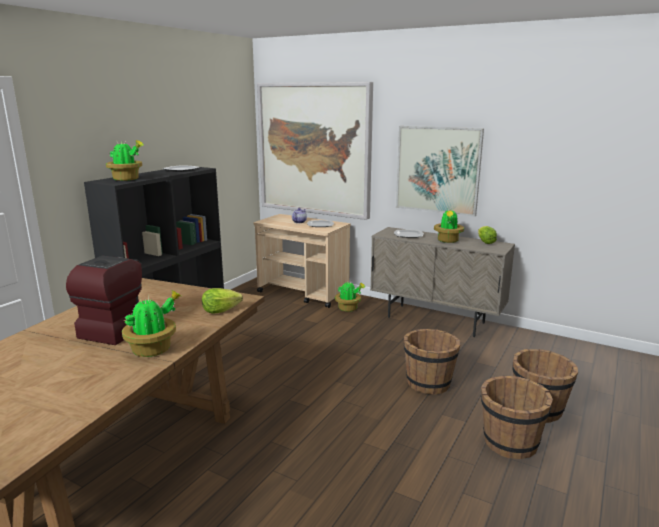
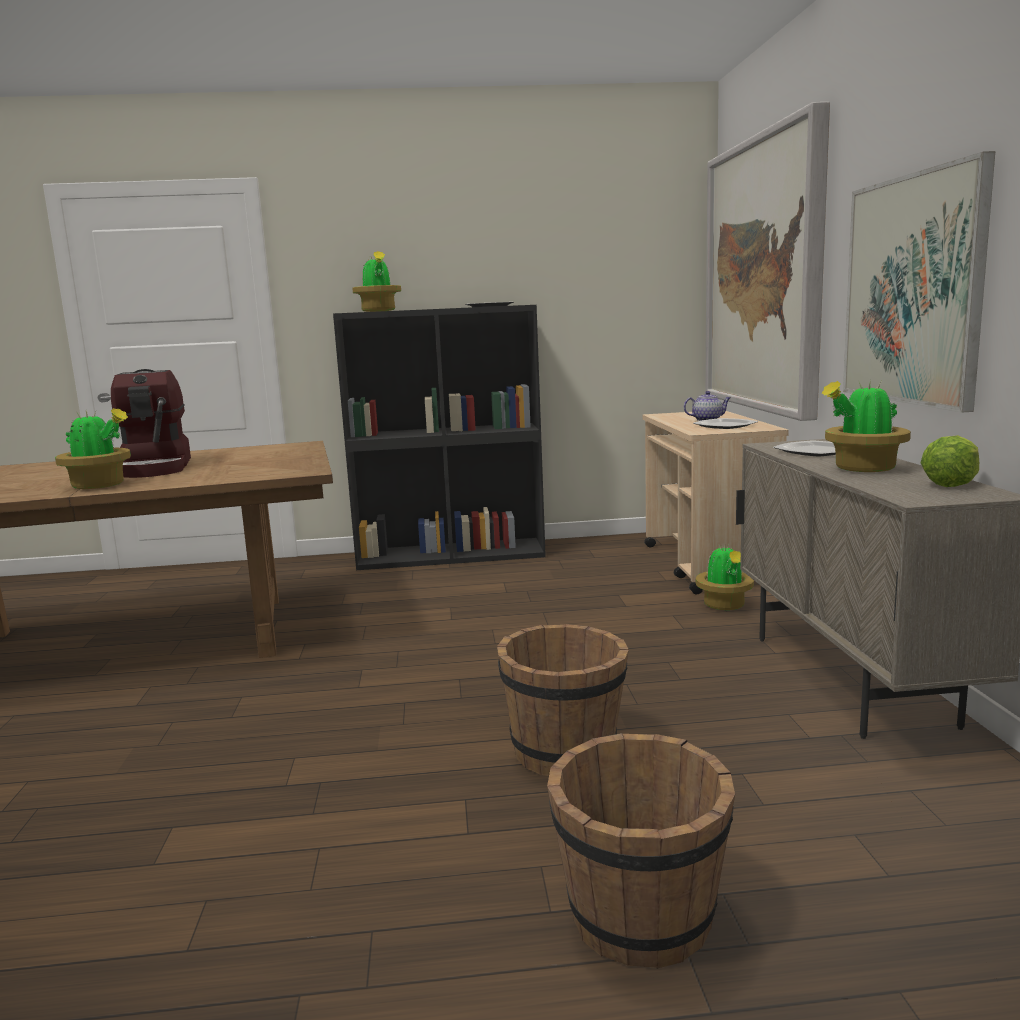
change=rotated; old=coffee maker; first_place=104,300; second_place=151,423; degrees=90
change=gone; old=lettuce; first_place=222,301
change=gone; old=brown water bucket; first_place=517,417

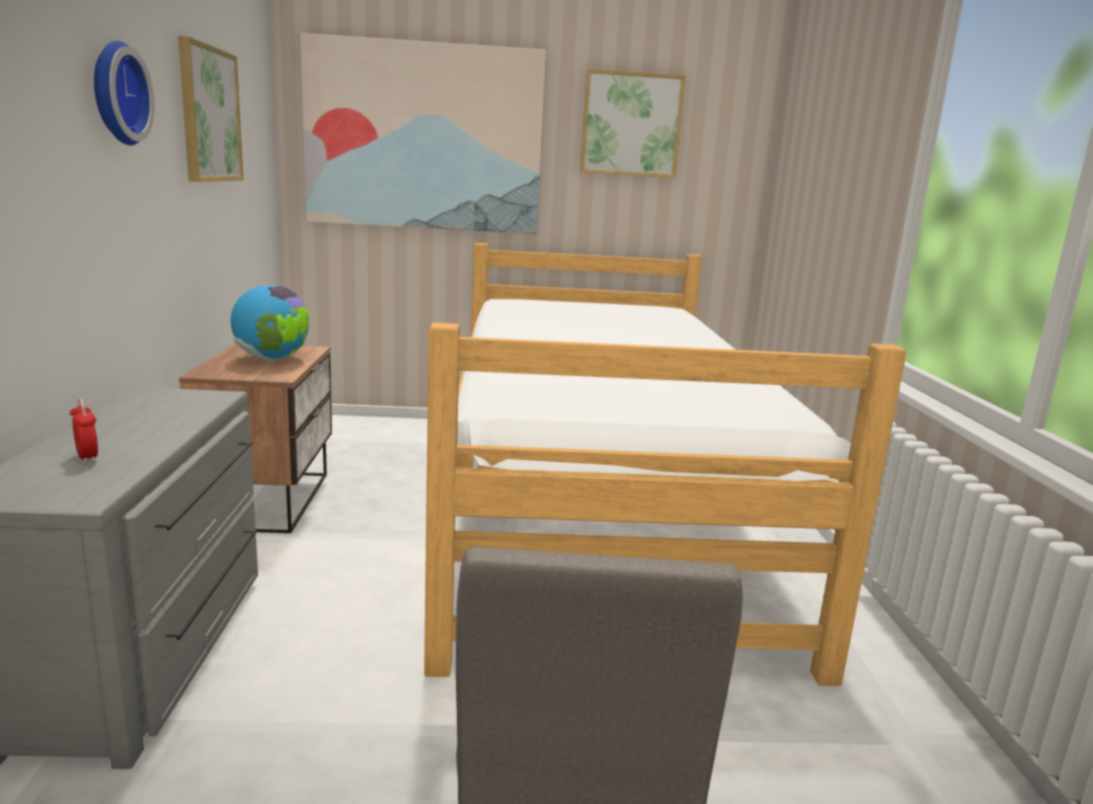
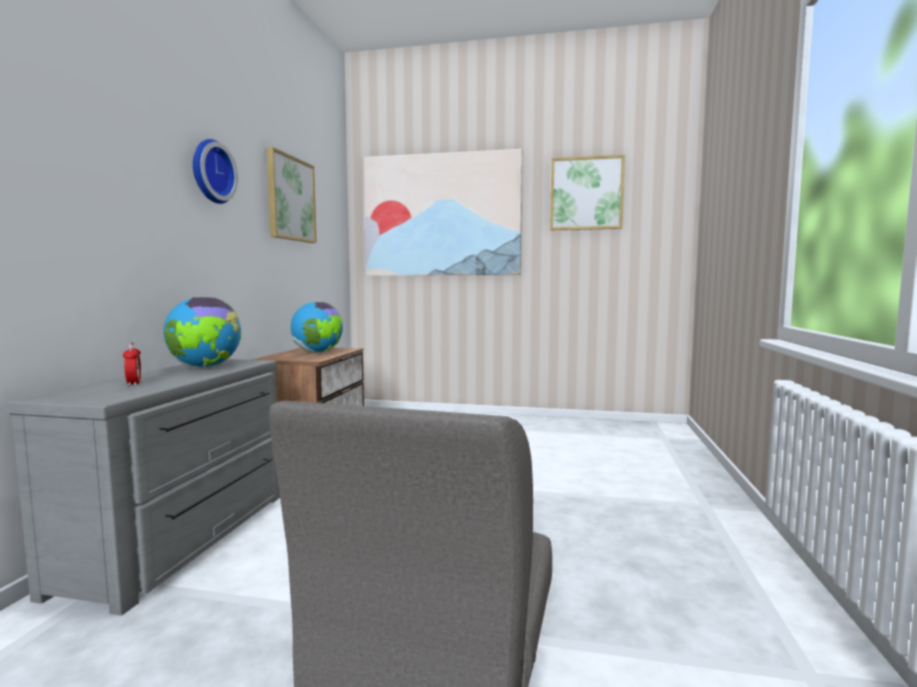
change=gone; old=bed; first_place=665,464
change=new; new=globe; second_place=202,332

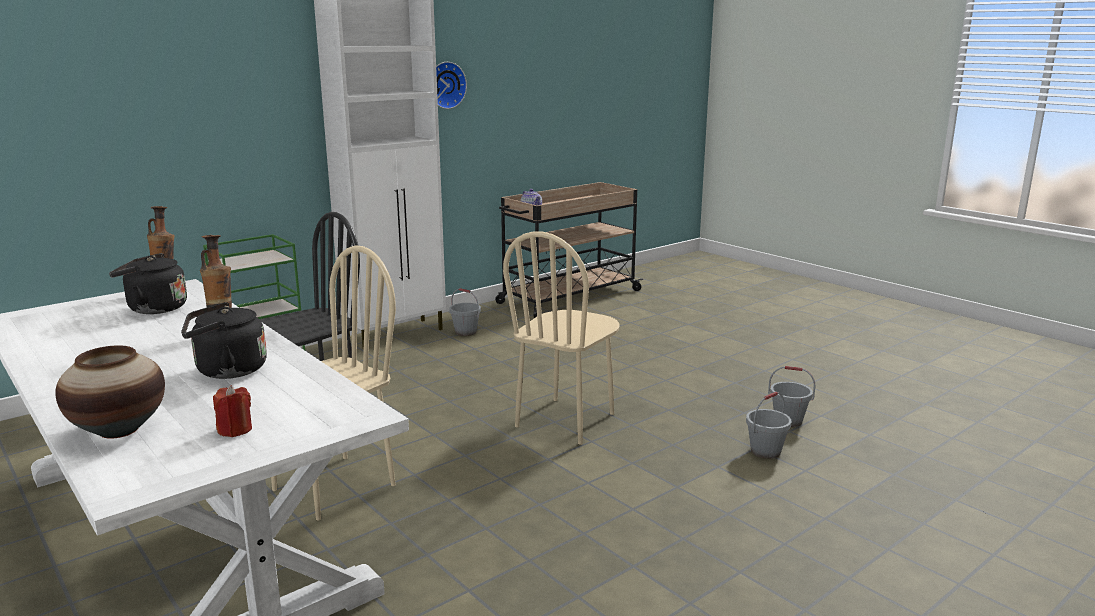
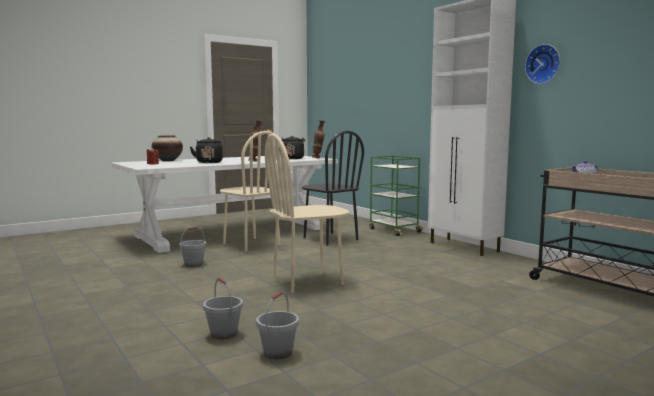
change=shifted; old=grey water bucket; first_place=465,312; second_place=192,247
change=rotated; old=beige upright chair; first_place=561,338; second_place=307,213; degrees=-60

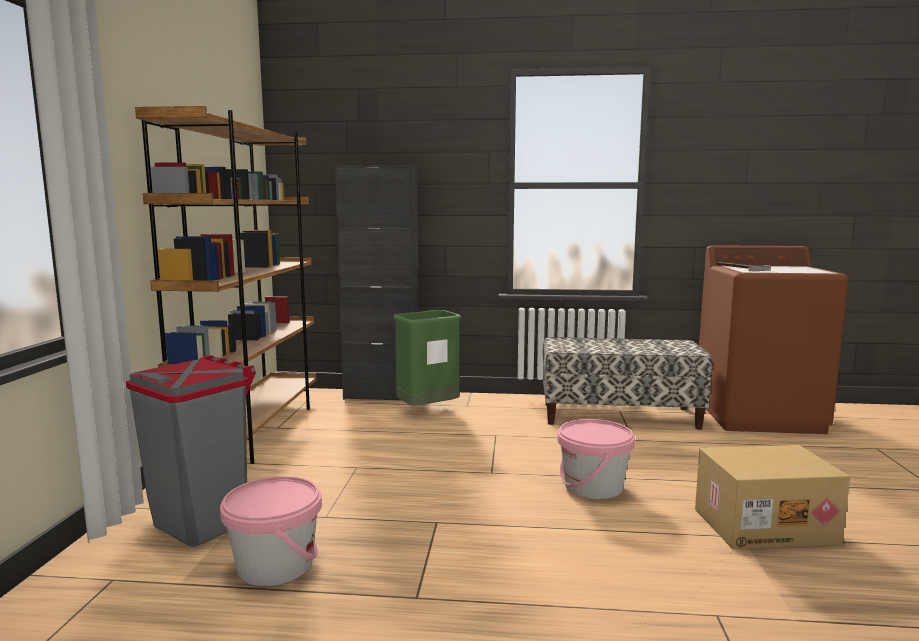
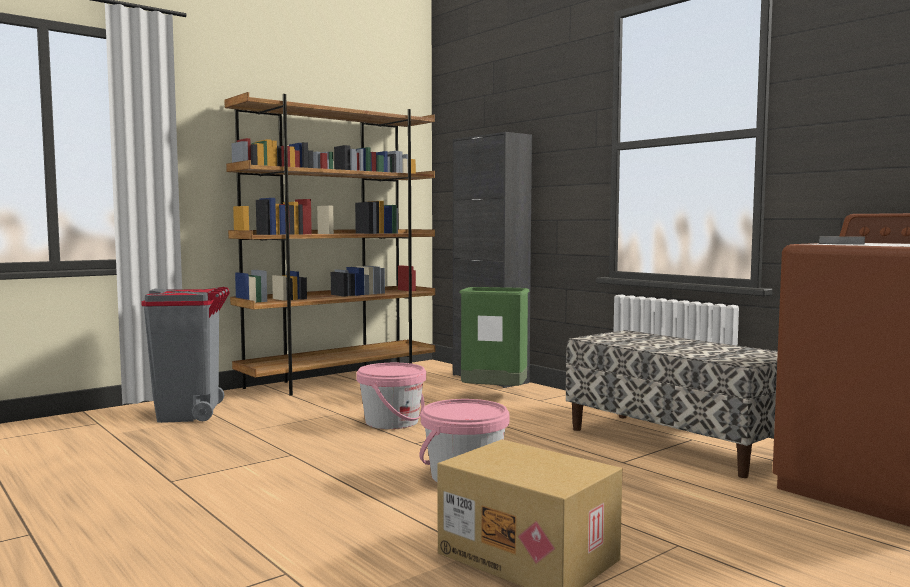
change=shifted; old=pink-coloured water bucket; first_place=271,531; second_place=391,396

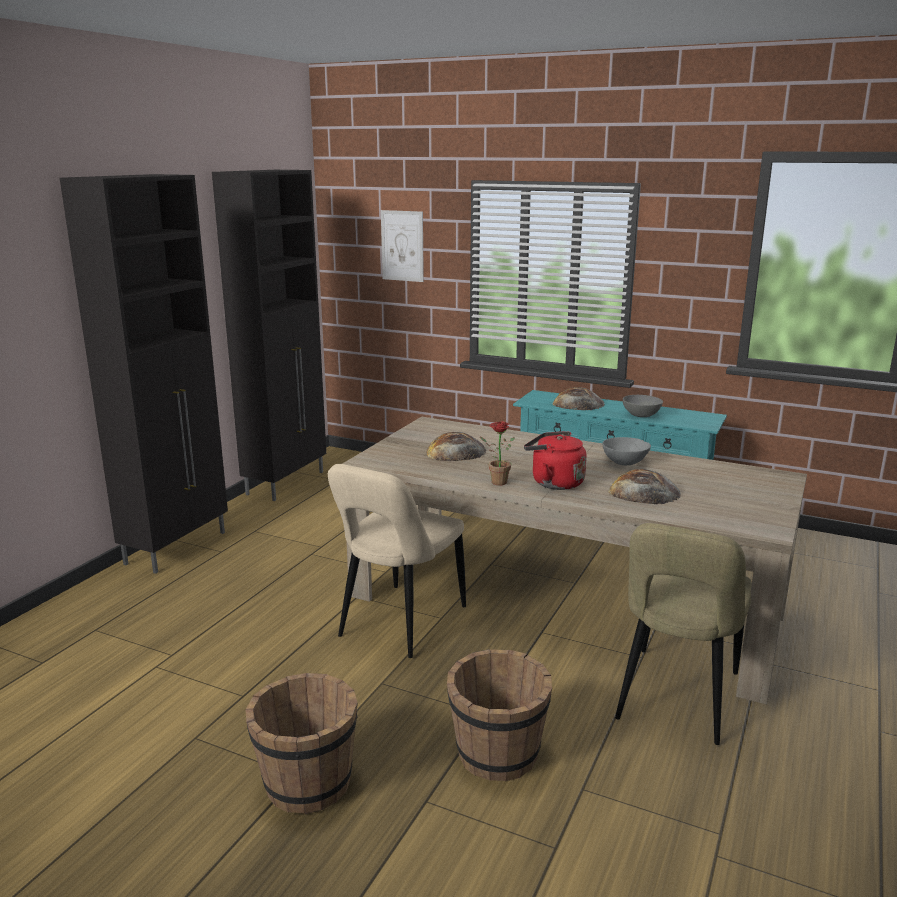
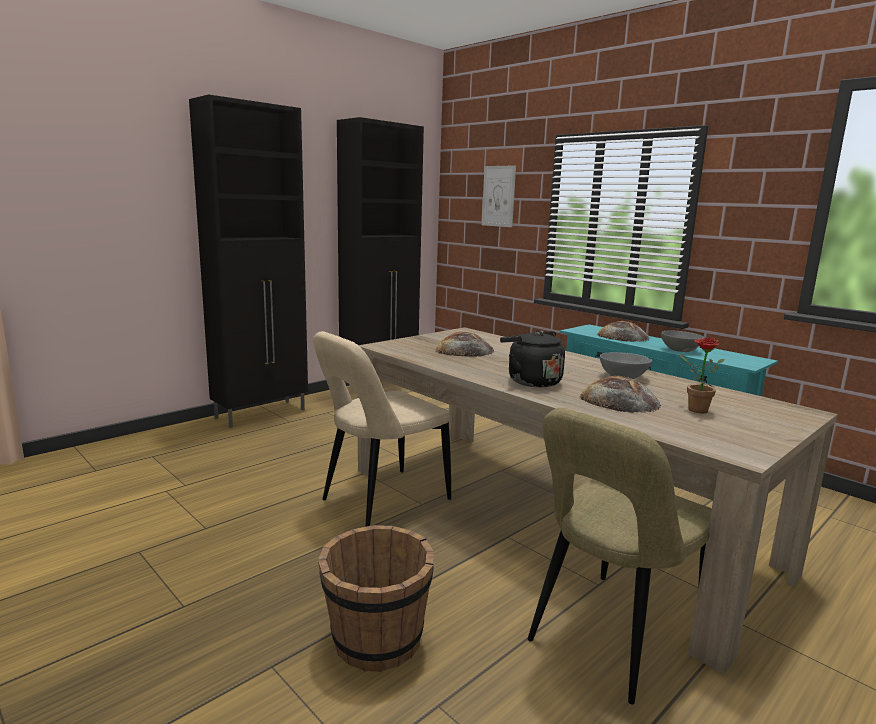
change=gone; old=brown water bucket; first_place=302,743
change=shifted; old=potted plant; first_place=497,453; second_place=702,375
change=repainted; old=red kettle; new=black-coloured kettle; first_place=555,460; second_place=532,358

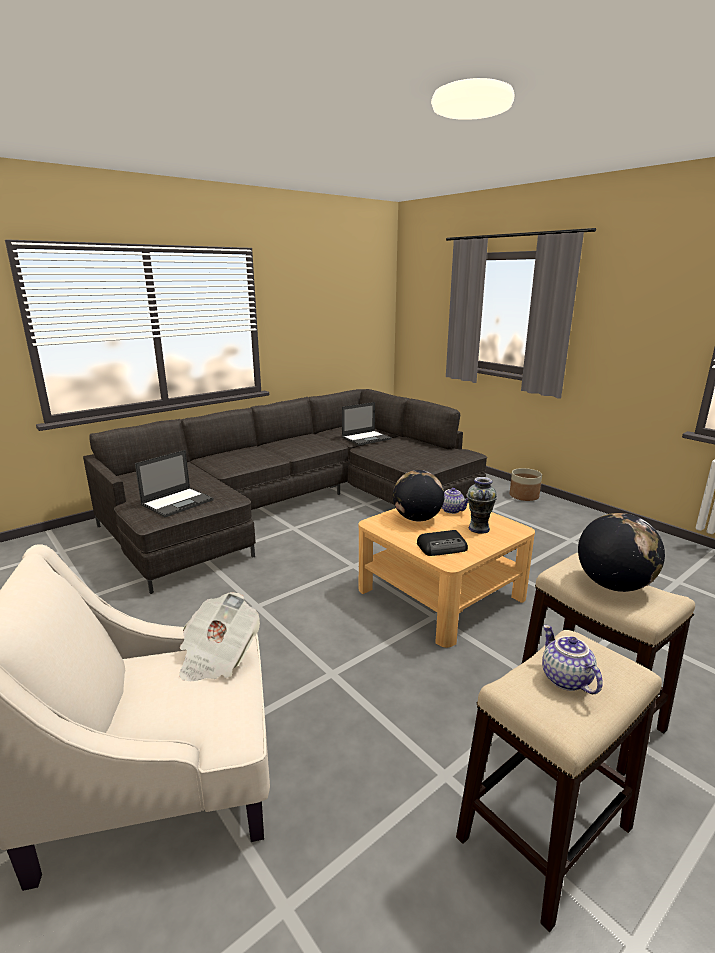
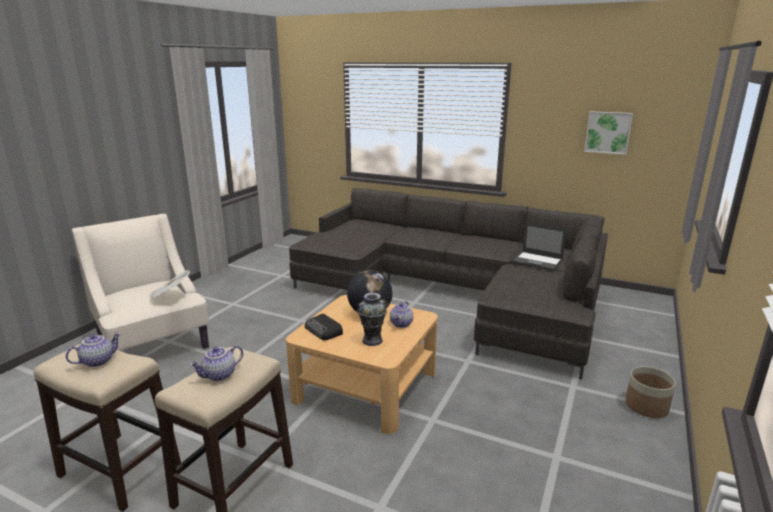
change=gone; old=notebook computer; first_place=174,483
change=swapped; old=globe; new=tea pot; first_place=621,552; second_place=216,363
change=new; new=picture; second_place=608,133

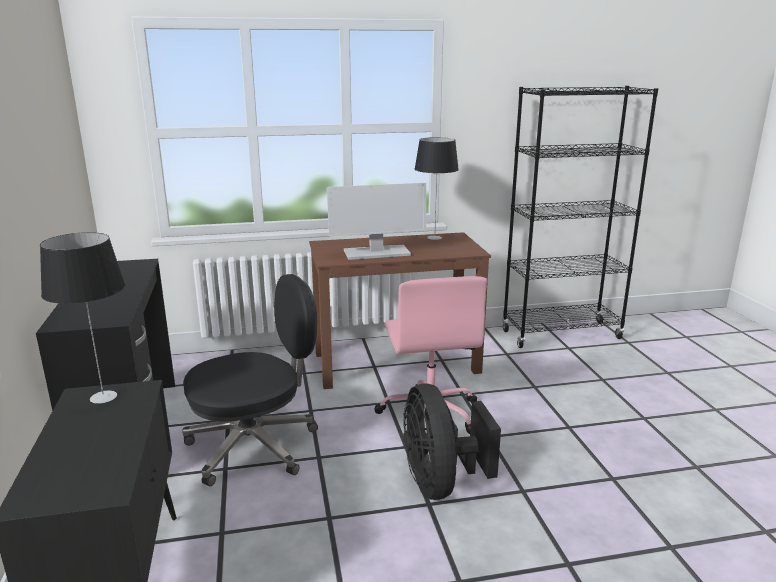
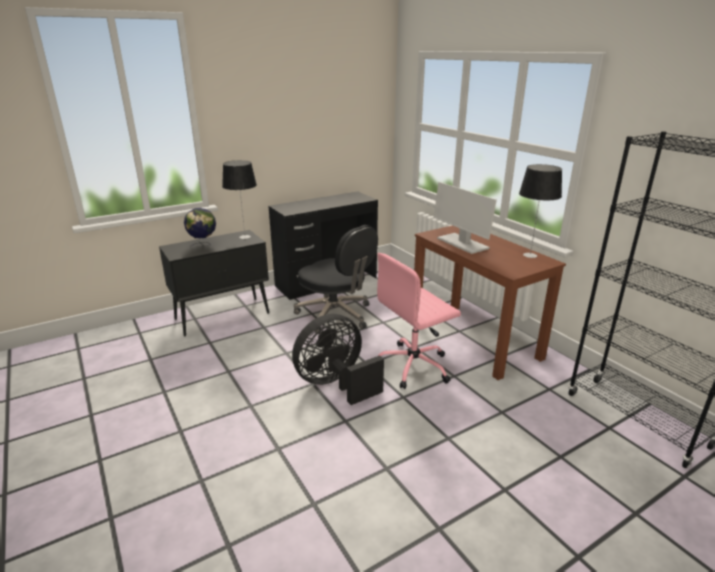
change=new; new=globe; second_place=200,228

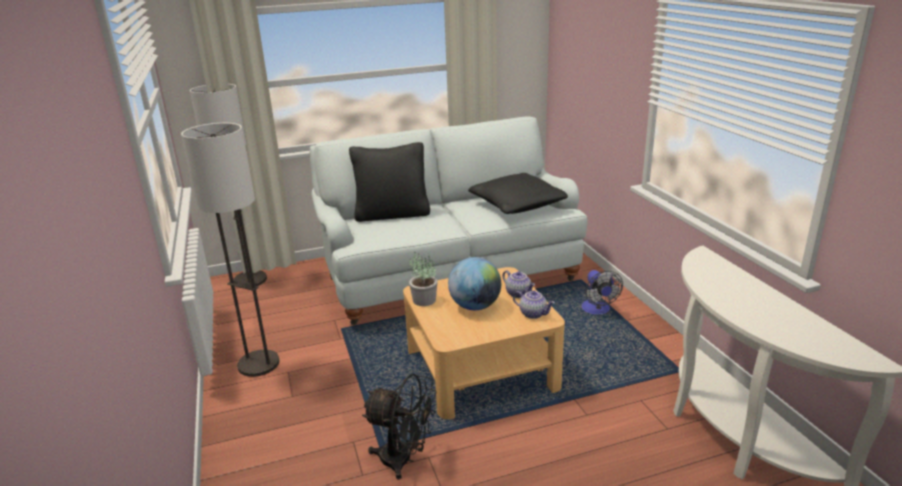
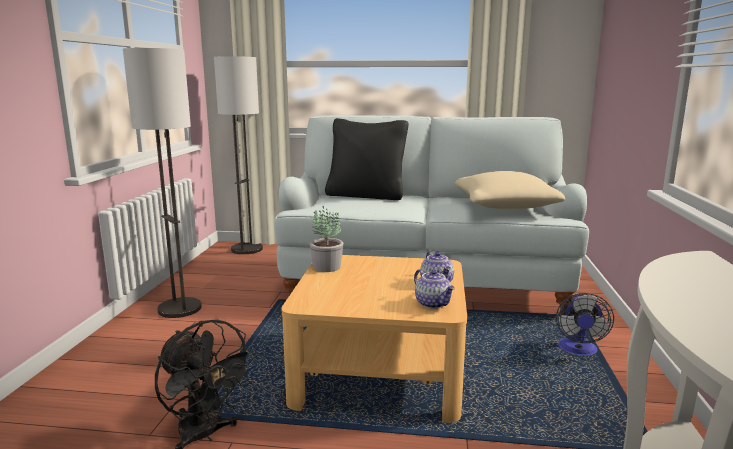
change=gone; old=globe; first_place=474,283
change=repainted; old=black-coloured pillow; new=beige pillow; first_place=518,193; second_place=510,190

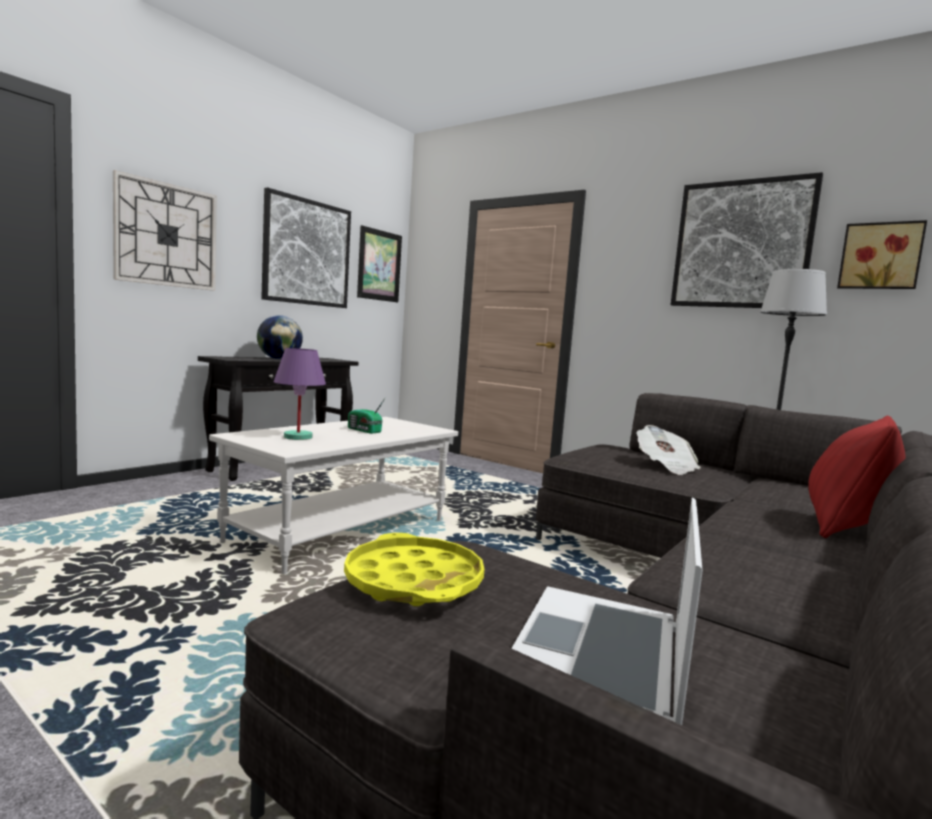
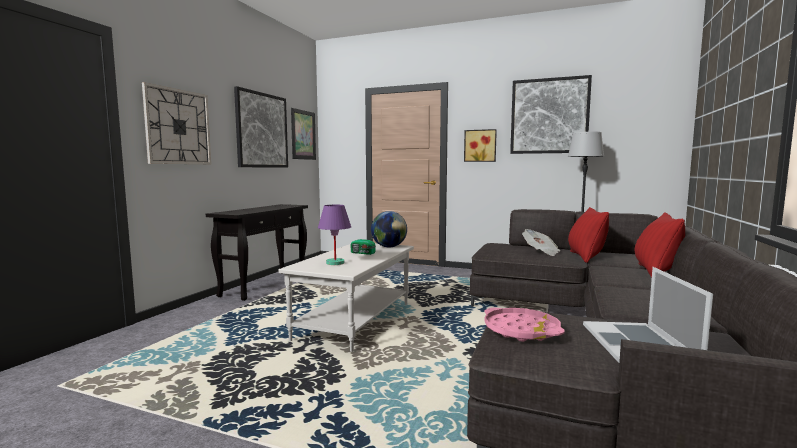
change=shifted; old=globe; first_place=280,337; second_place=389,229
change=repainted; old=yellowish carrying tray; new=pink-coloured carrying tray; first_place=414,569; second_place=524,325
change=shifted; old=picture; first_place=882,254; second_place=480,145
change=new; new=red pillow; second_place=588,235

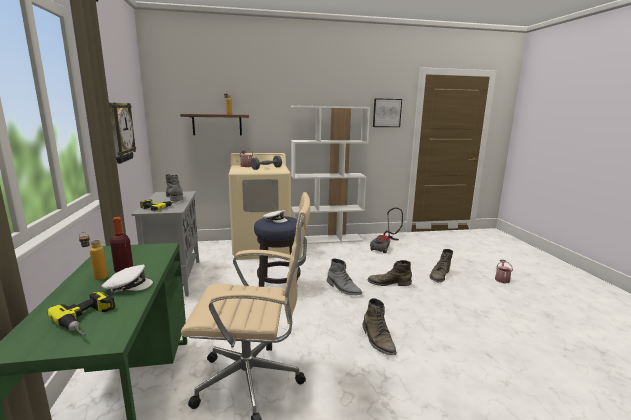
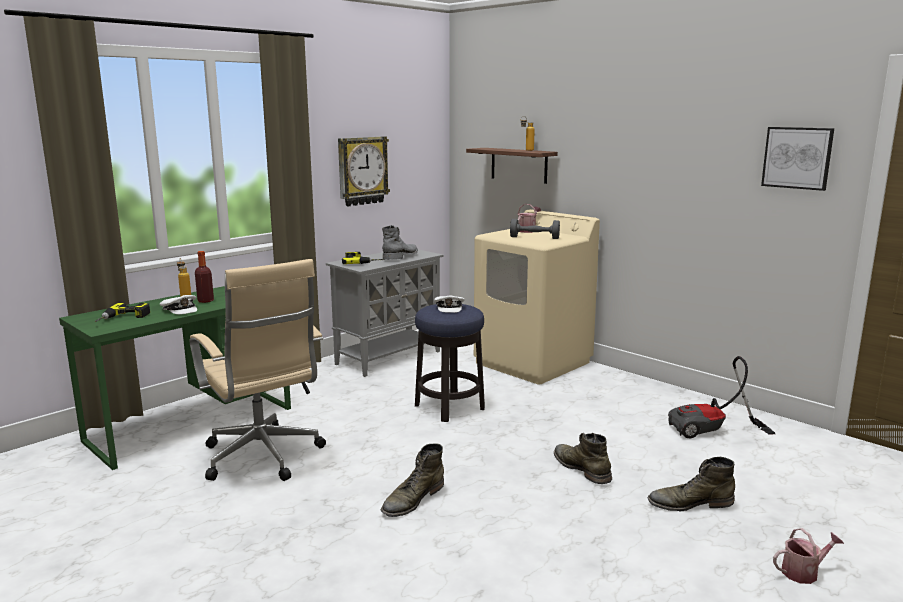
change=gone; old=white bookcase; first_place=330,175
change=gone; old=grey tall boot; first_place=344,276

